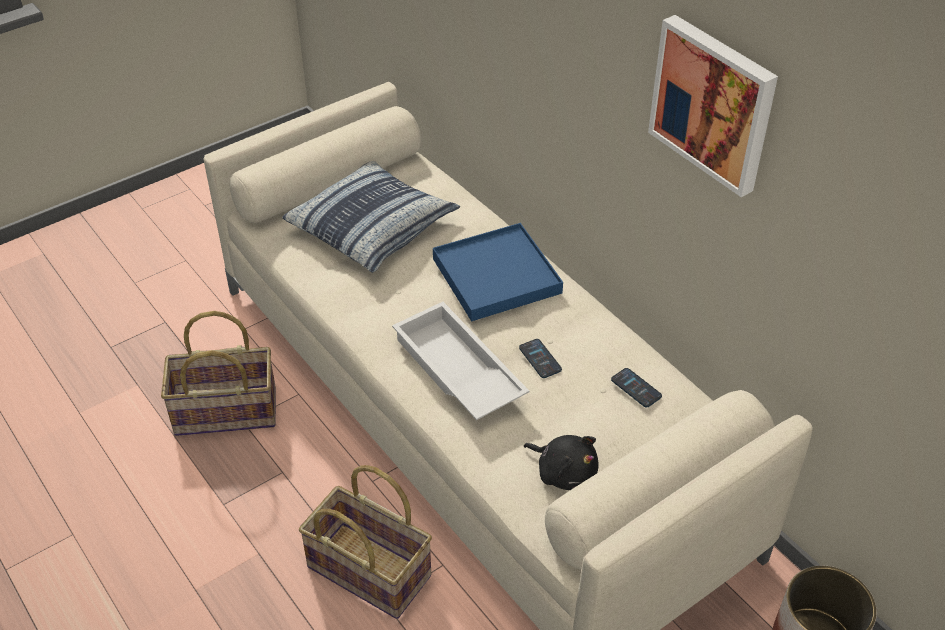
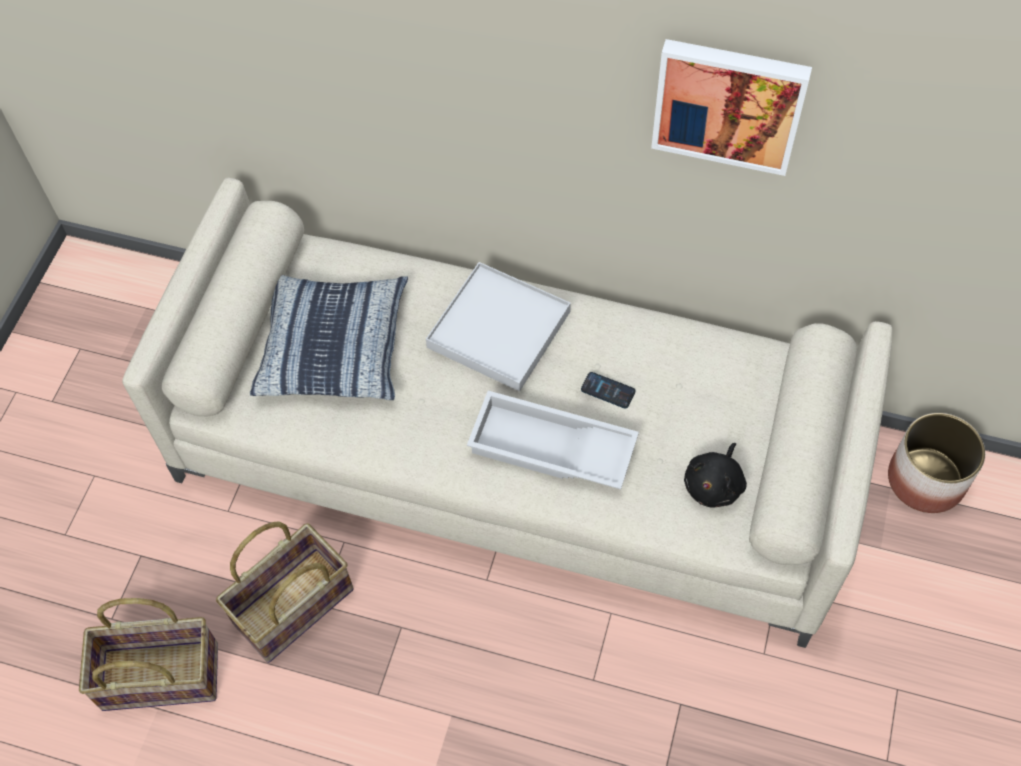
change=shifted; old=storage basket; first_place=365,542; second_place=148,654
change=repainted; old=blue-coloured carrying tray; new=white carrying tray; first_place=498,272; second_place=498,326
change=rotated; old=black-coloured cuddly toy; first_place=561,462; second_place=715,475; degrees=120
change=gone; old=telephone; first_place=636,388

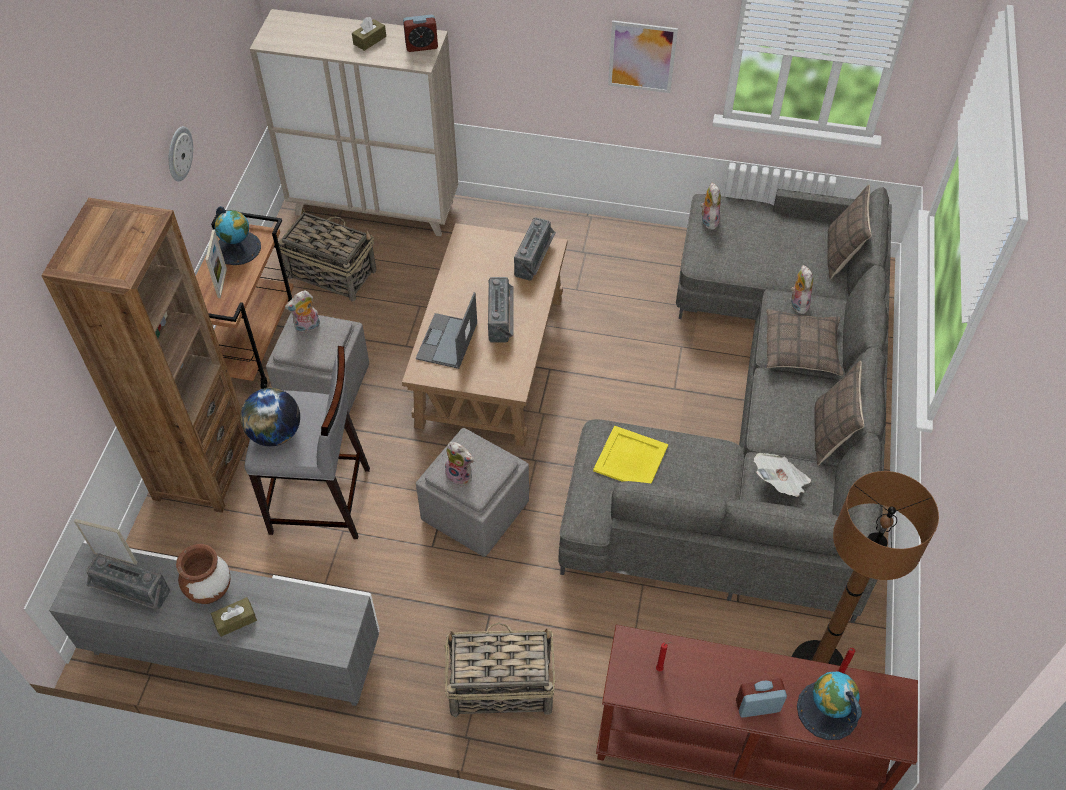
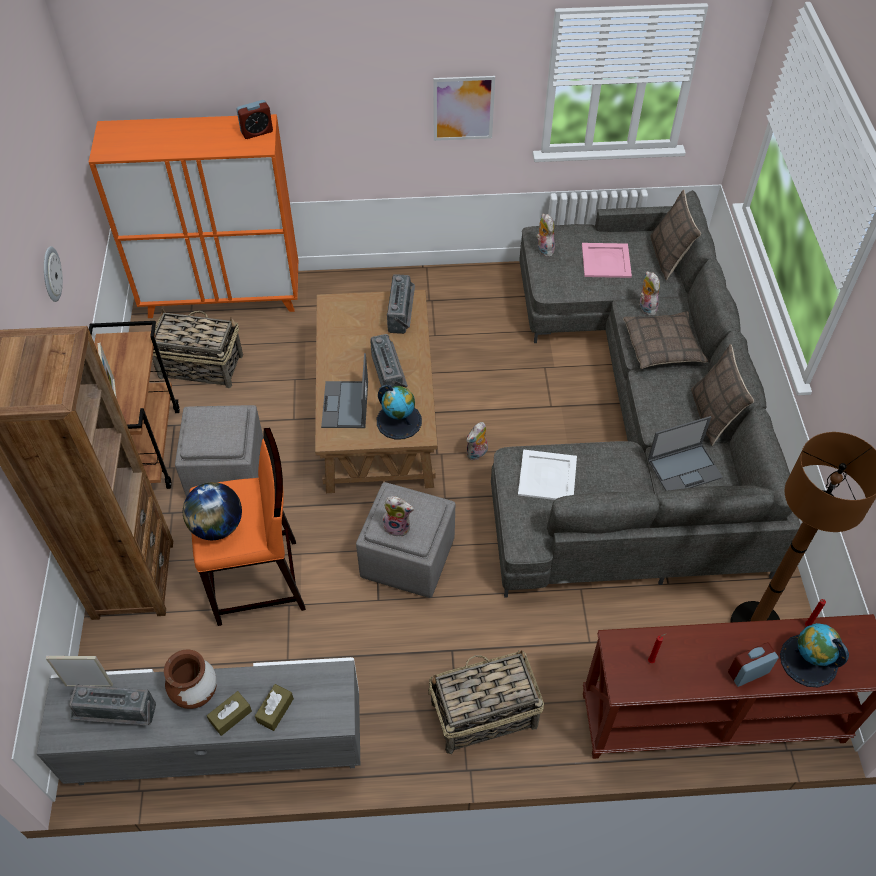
change=shifted; old=globe; first_place=238,235; second_place=399,412
change=repainted; old=grey stool seat; new=orange-coloured stool seat; first_place=307,442; second_place=248,527
change=repainted; old=beige cabinet; new=orange-coloured cabinet; first_place=354,122; second_place=193,216
change=shifted; old=cuddly toy; first_place=302,311; second_place=477,441
change=shifted; old=brown tissue holder; first_place=369,34; second_place=274,707
change=repainted; old=yellowish carrying tray; new=white carrying tray; first_place=630,454; second_place=547,474
change=swapped; old=newspaper; new=notebook computer; first_place=782,475; second_place=685,453
change=new; new=pink-coloured carrying tray; second_place=607,260

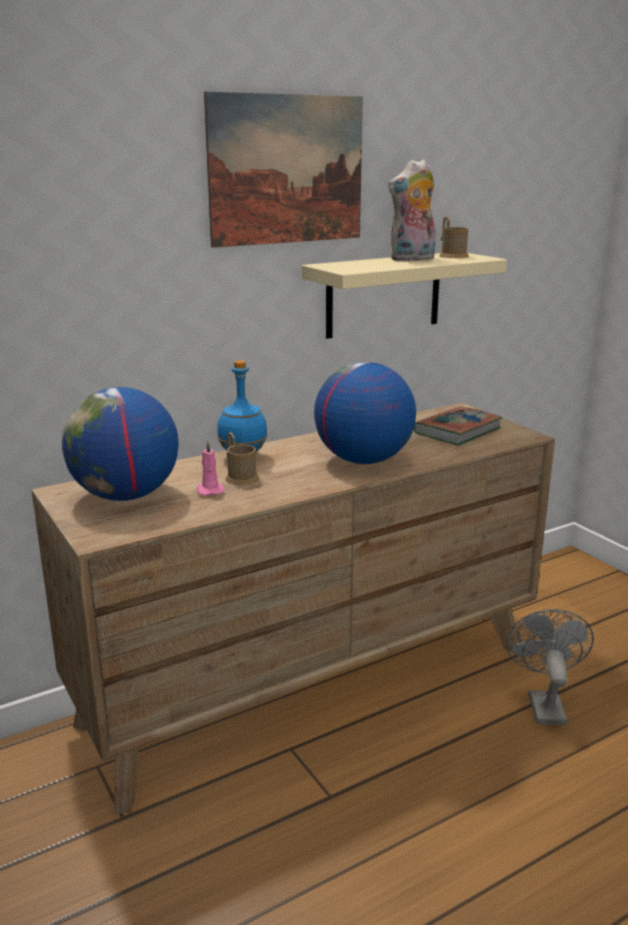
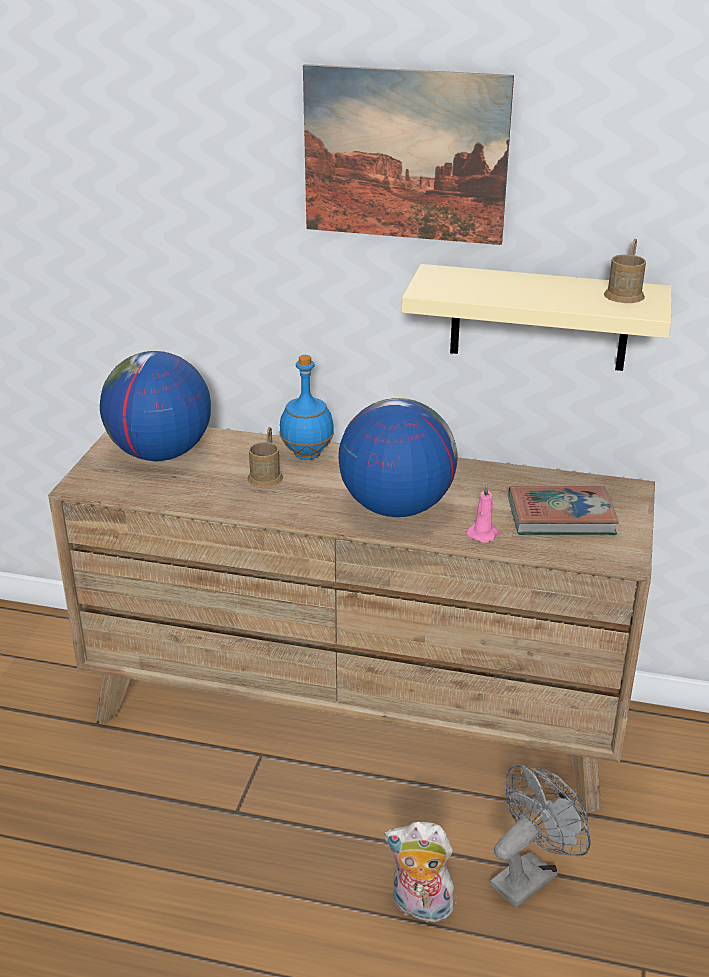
change=shifted; old=pink-coloured candle; first_place=211,468; second_place=482,513
change=shifted; old=cuddly toy; first_place=412,210; second_place=420,874

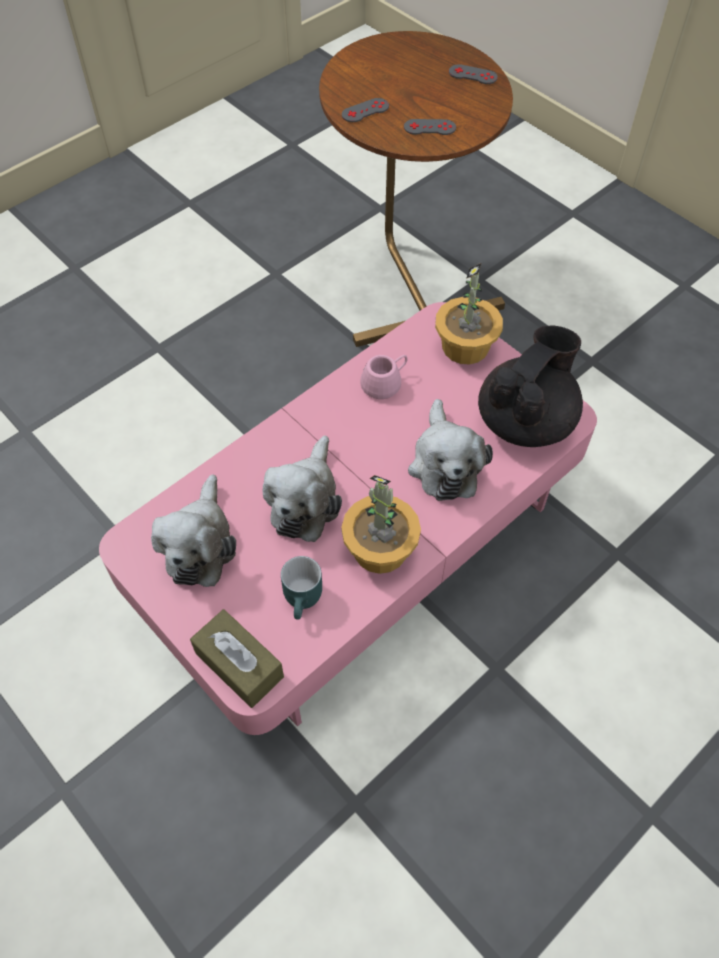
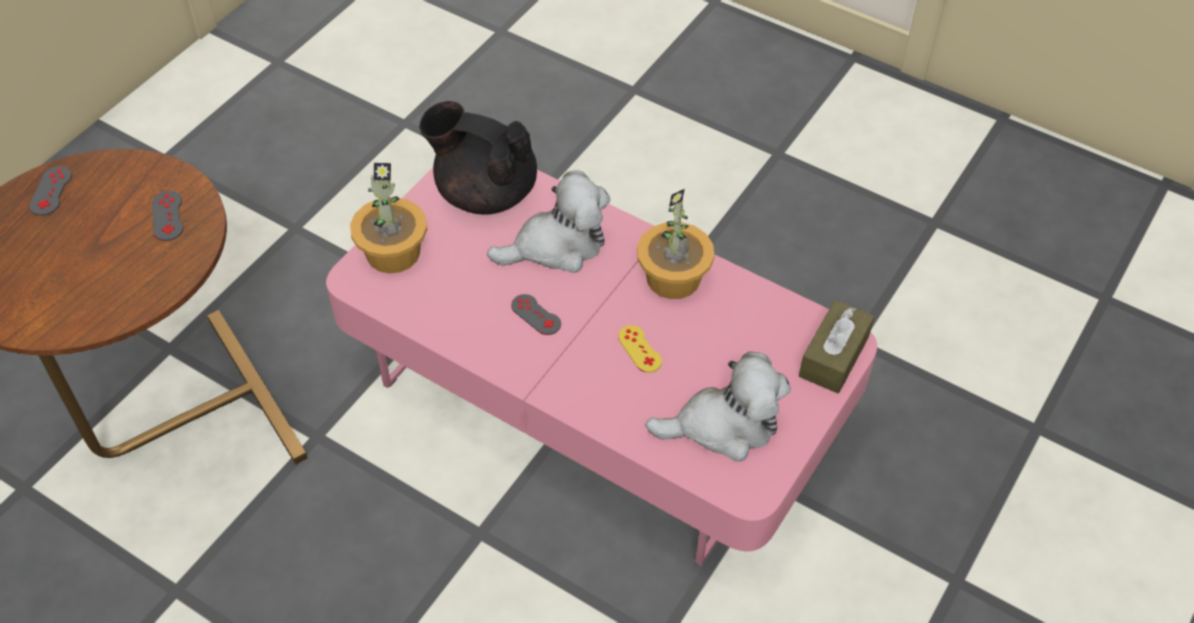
change=swapped; old=cuddly toy; new=yellowish gamepad; first_place=302,488; second_place=640,349
change=gone; old=blue-green tea mug; first_place=301,588
change=shifted; old=grey gamepad; first_place=365,110; second_place=536,314
change=gone; old=pink-coloured tea mug; first_place=384,377

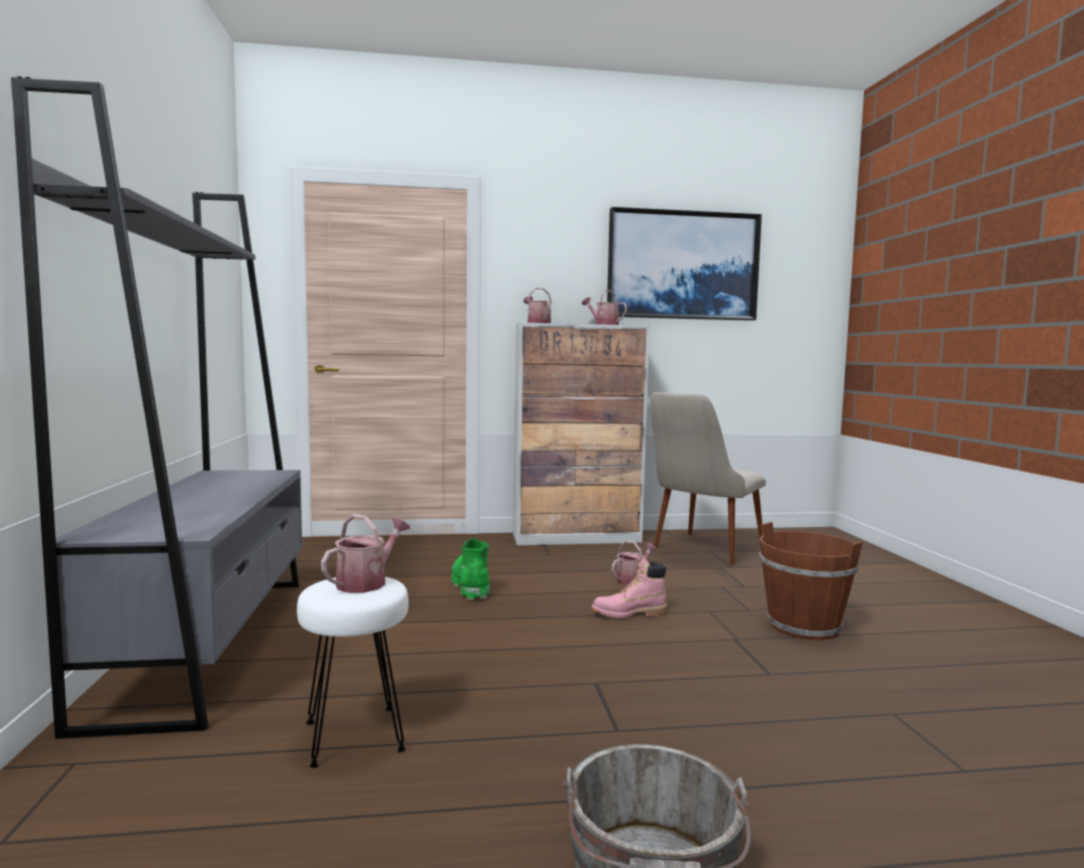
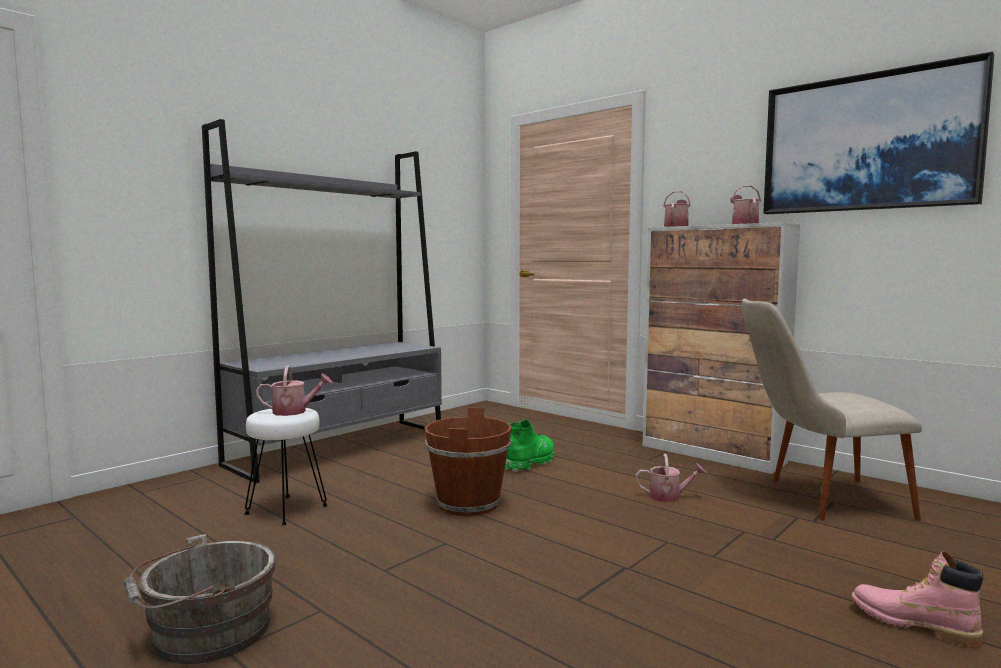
change=shifted; old=pink-coloured tall boot; first_place=629,587; second_place=917,599
change=shifted; old=brown water bucket; first_place=811,581; second_place=468,461

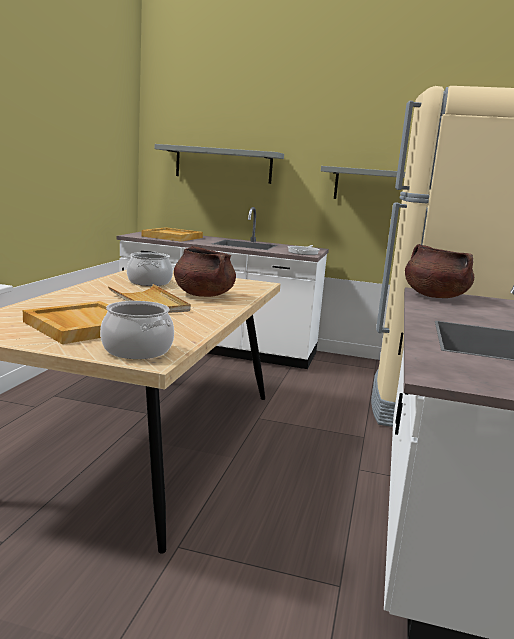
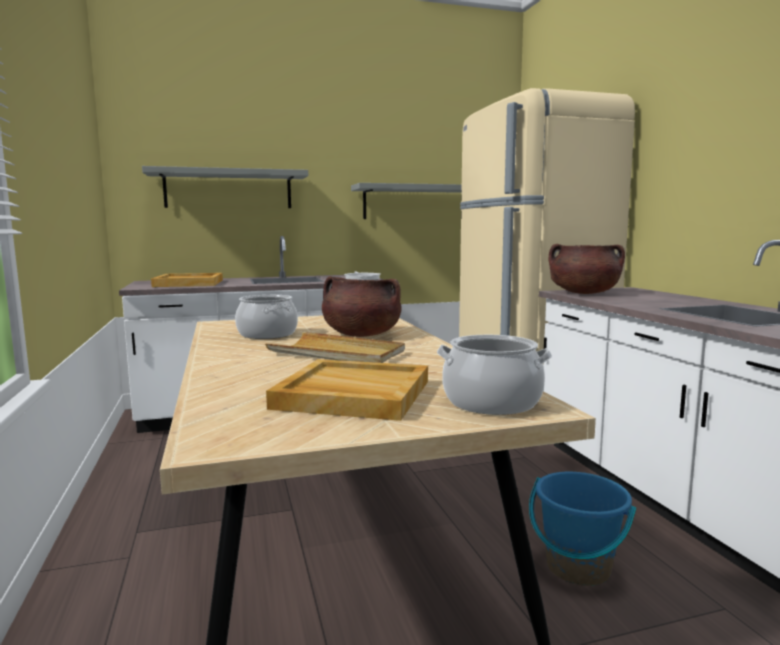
change=new; new=blue-coloured water bucket; second_place=582,529

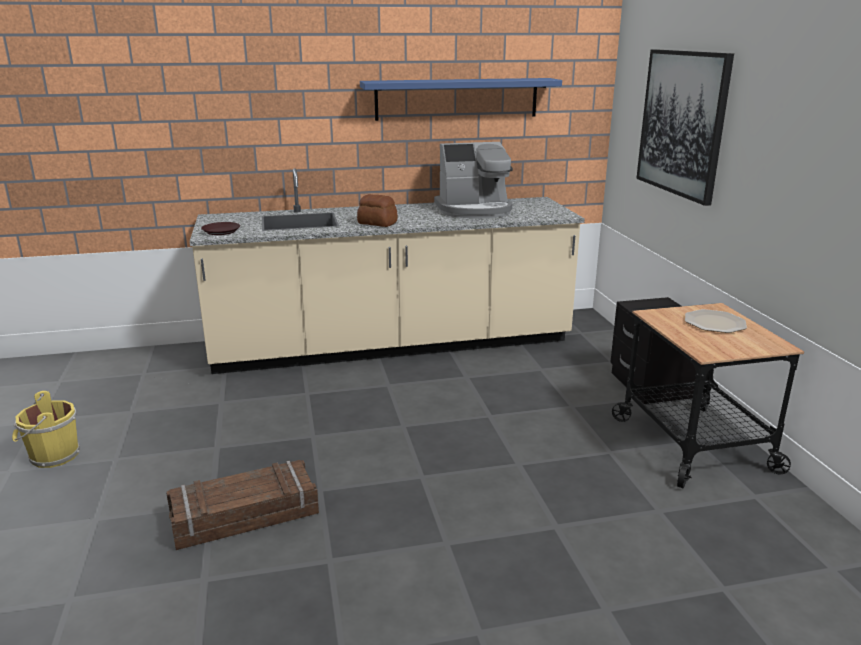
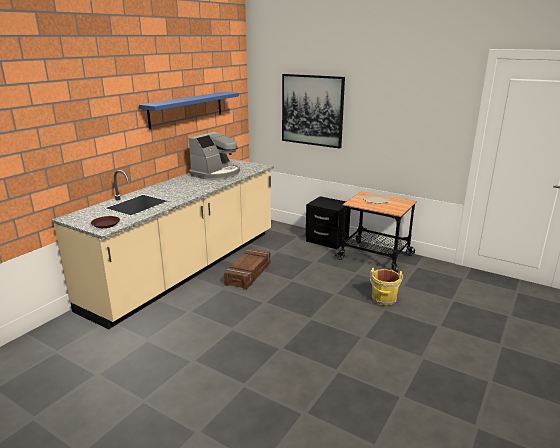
change=shifted; old=yellowish water bucket; first_place=46,429; second_place=386,286
change=shifted; old=crate; first_place=242,505; second_place=247,269
change=gone; old=bread; first_place=377,210

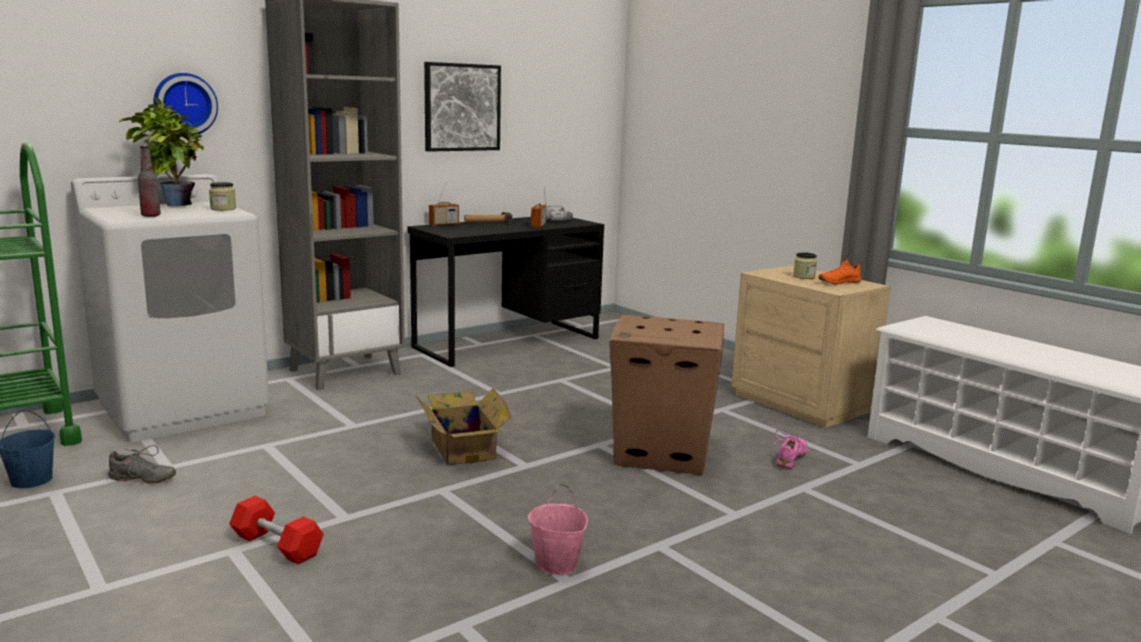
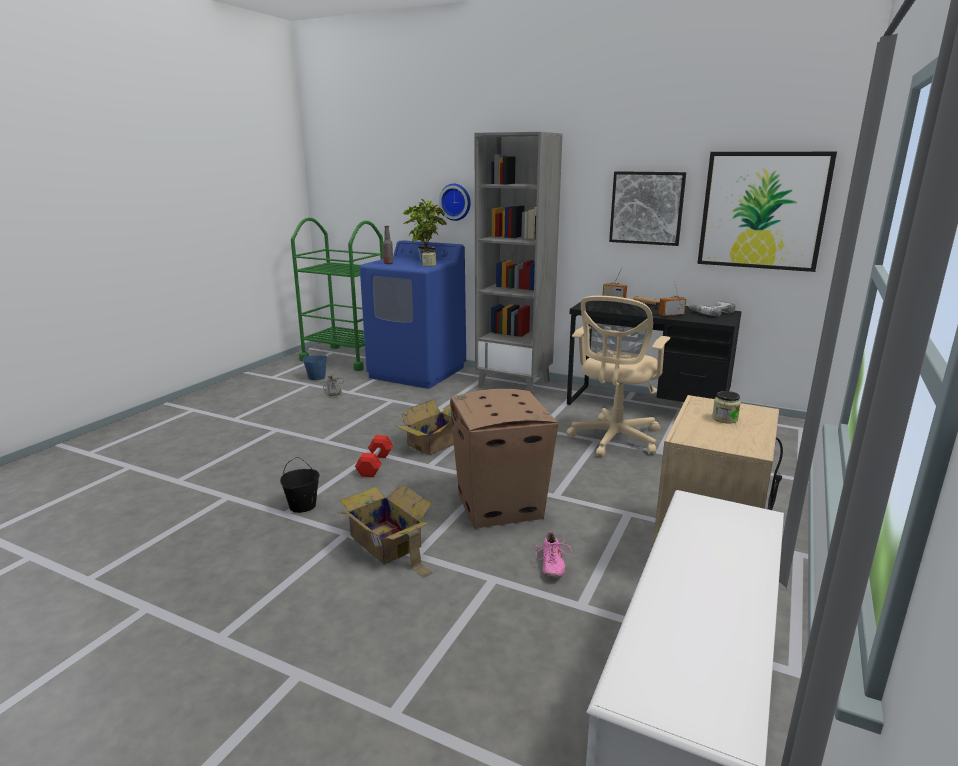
change=repainted; old=white laundry appliance; new=blue-coloured laundry appliance; first_place=170,308; second_place=413,314
change=shifted; old=red hand weight; first_place=276,530; second_place=374,456
change=repainted; old=pink-coloured water bucket; new=black-coloured water bucket; first_place=558,529; second_place=300,485
change=rotated; old=pink-coloured shoe; first_place=792,449; second_place=554,555; degrees=90
change=gone; old=orange-coloured shoe; first_place=840,270
change=new; new=cardboard box; second_place=385,531
change=new; new=beige desk chair; second_place=618,376
change=new; new=picture; second_place=767,212

